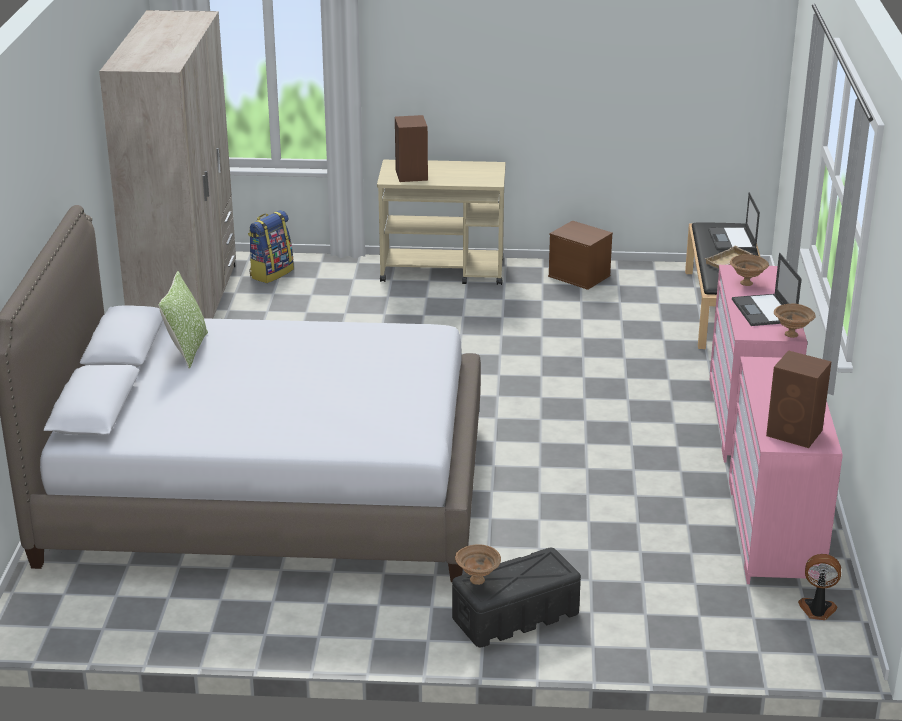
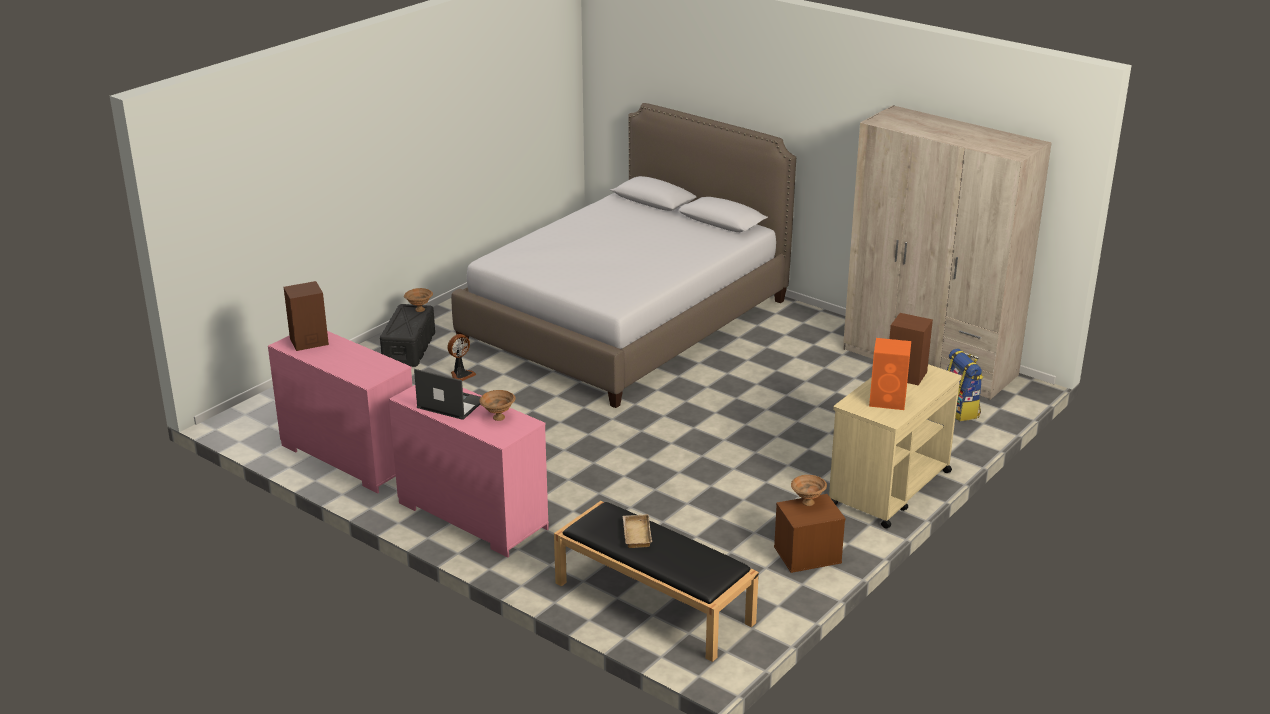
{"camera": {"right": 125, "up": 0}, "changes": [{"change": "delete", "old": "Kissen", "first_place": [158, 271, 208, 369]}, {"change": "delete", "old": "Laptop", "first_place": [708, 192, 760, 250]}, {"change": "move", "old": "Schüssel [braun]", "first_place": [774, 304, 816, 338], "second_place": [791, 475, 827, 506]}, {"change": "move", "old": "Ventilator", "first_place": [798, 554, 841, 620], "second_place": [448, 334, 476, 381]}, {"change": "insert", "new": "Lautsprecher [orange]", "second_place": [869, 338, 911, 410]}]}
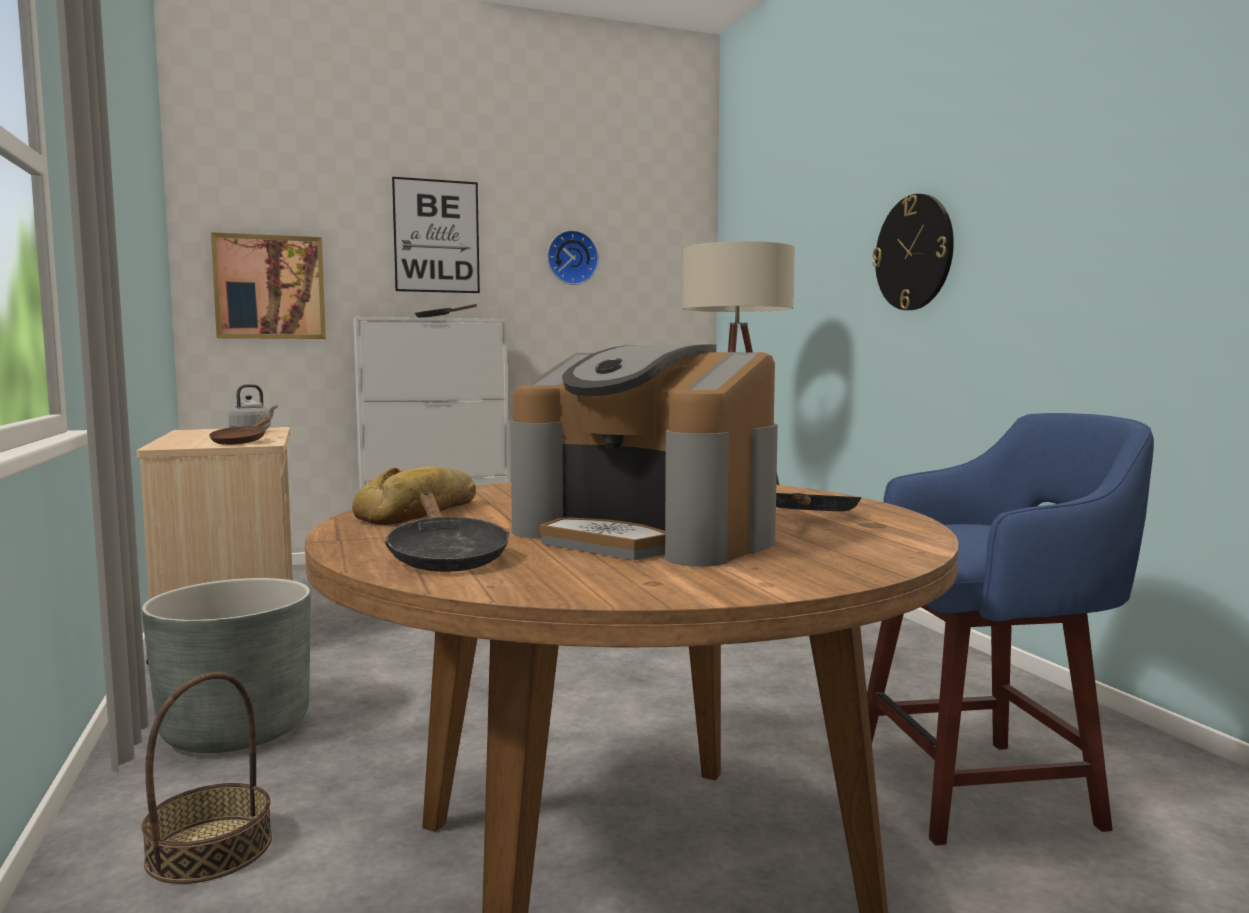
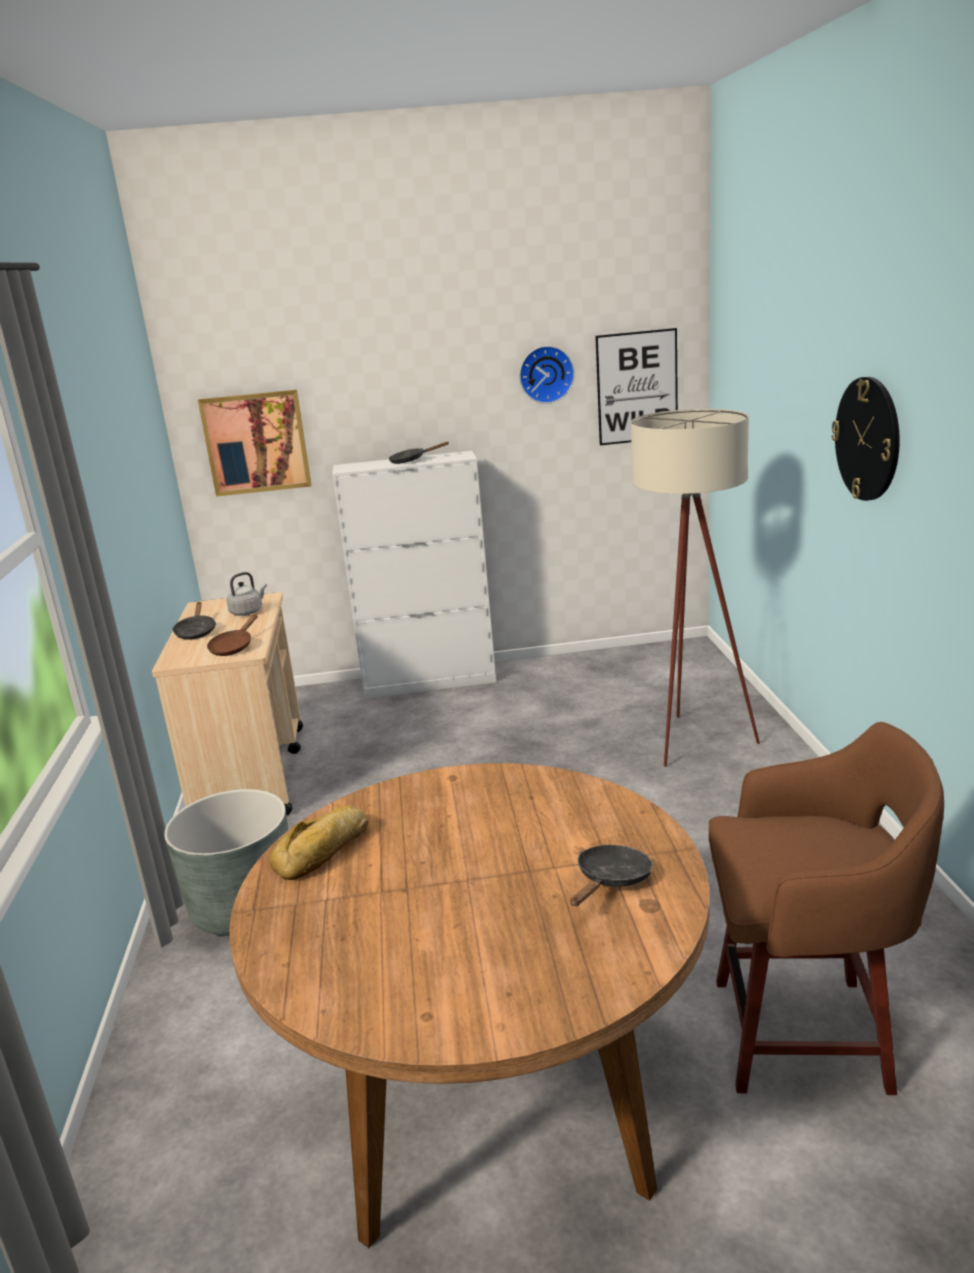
{"camera": {"right": 15, "up": 15}, "changes": [{"change": "delete", "old": "Korb", "first_place": [141, 672, 272, 884]}, {"change": "move", "old": "Pfanne [schwarz]", "first_place": [384, 492, 509, 572], "second_place": [172, 602, 216, 640]}, {"change": "move", "old": "Bild", "first_place": [392, 177, 480, 293], "second_place": [595, 328, 678, 445]}, {"change": "delete", "old": "Kaffeemaschine", "first_place": [510, 344, 778, 567]}, {"change": "recolor", "old": "Hocker [blau]", "new": "Hocker [braun]", "first_place": [867, 413, 1154, 845], "second_place": [709, 722, 944, 1095]}]}
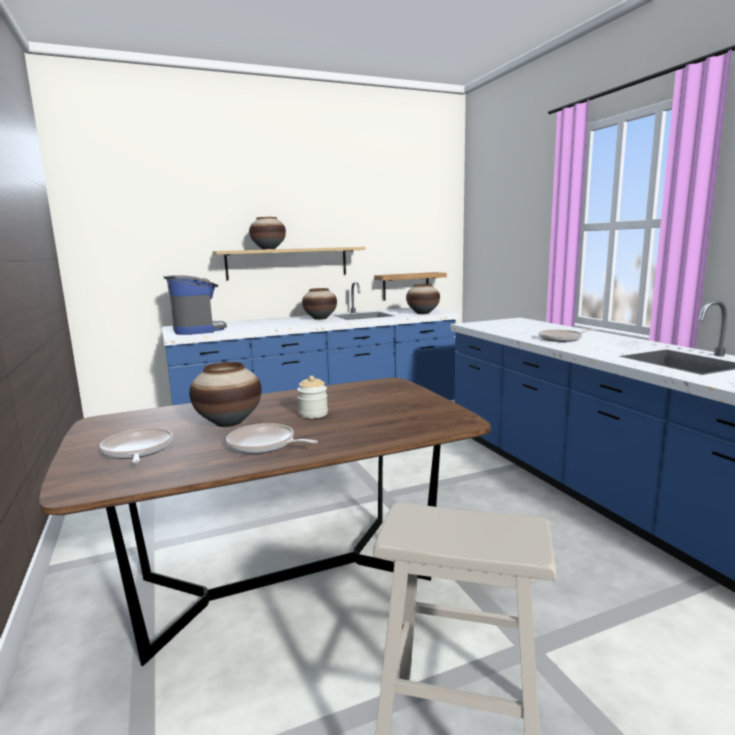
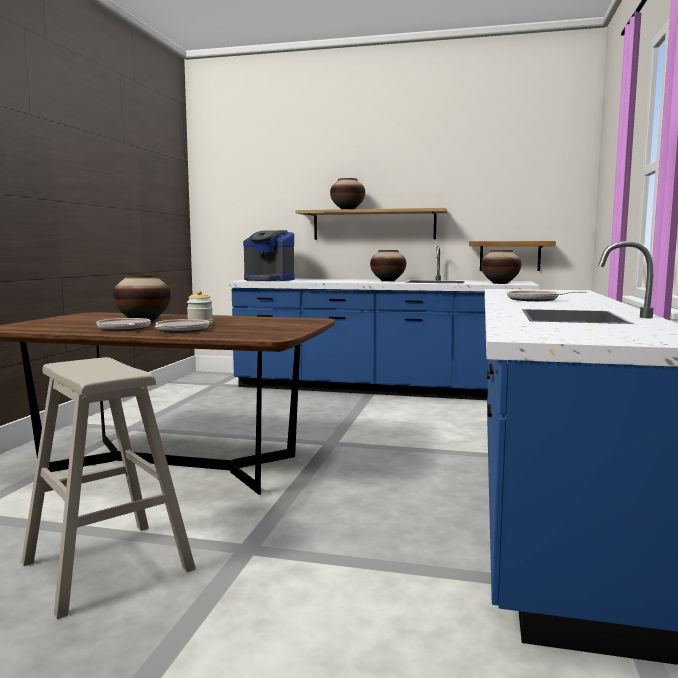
{"camera": {"right": 35, "up": -5}, "changes": [{"change": "move", "old": "Pfanne", "first_place": [100, 428, 173, 463], "second_place": [155, 319, 209, 333]}, {"change": "rotate", "old": "Kaffeemaschine", "first_place": [164, 275, 227, 335], "second_place": [243, 230, 295, 281], "degrees": 105}]}
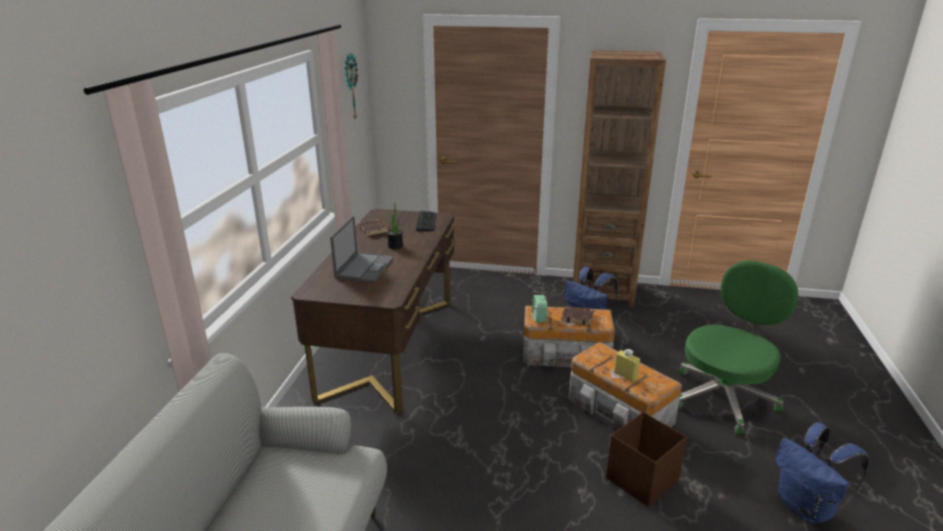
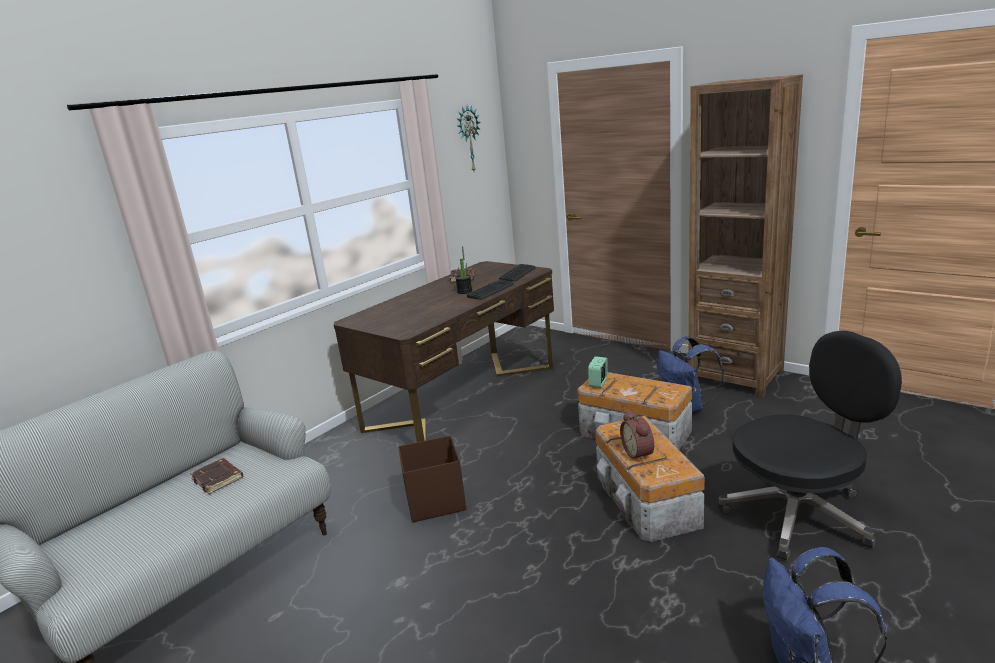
{"camera": {"right": 30, "up": -5}, "changes": [{"change": "delete", "old": "Laptop", "first_place": [330, 216, 394, 282]}, {"change": "move", "old": "Buch [braun]", "first_place": [561, 306, 594, 325], "second_place": [190, 458, 243, 494]}, {"change": "move", "old": "Aufbewahrungsbox [braun]", "first_place": [606, 412, 687, 507], "second_place": [398, 436, 466, 522]}, {"change": "replace", "old": "Flasche [gelb]", "new": "Wecker", "first_place": [614, 349, 640, 382], "second_place": [620, 410, 654, 462]}, {"change": "recolor", "old": "Bürostuhl [grün]", "new": "Bürostuhl [schwarz]", "first_place": [678, 260, 798, 434], "second_place": [718, 331, 902, 561]}, {"change": "insert", "new": "Tastatur", "second_place": [467, 279, 514, 300]}]}
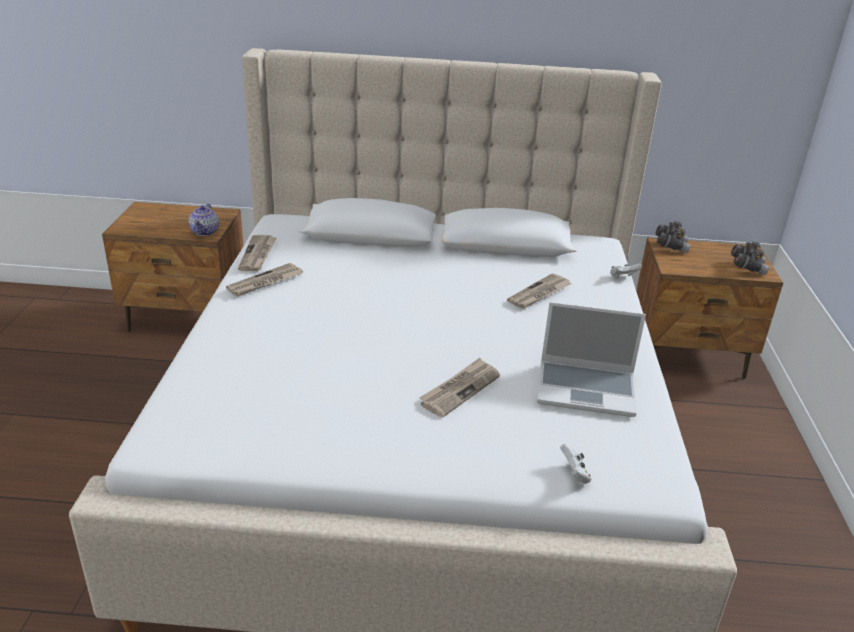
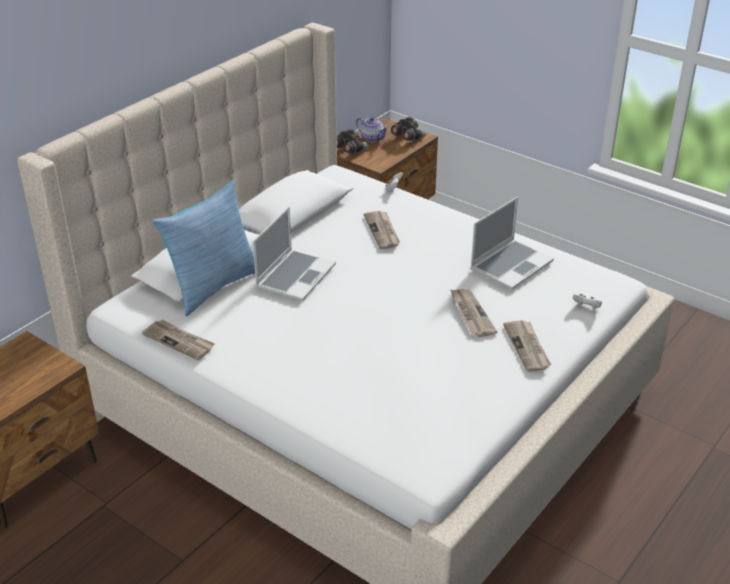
{"camera": {"right": -55, "up": 5}, "changes": [{"change": "move", "old": "Teekanne", "first_place": [189, 204, 219, 236], "second_place": [356, 117, 389, 142]}, {"change": "move", "old": "Zeitung", "first_place": [226, 263, 303, 296], "second_place": [503, 320, 551, 372]}, {"change": "insert", "new": "Kissen", "second_place": [152, 180, 255, 316]}, {"change": "insert", "new": "Laptop", "second_place": [253, 207, 336, 301]}]}
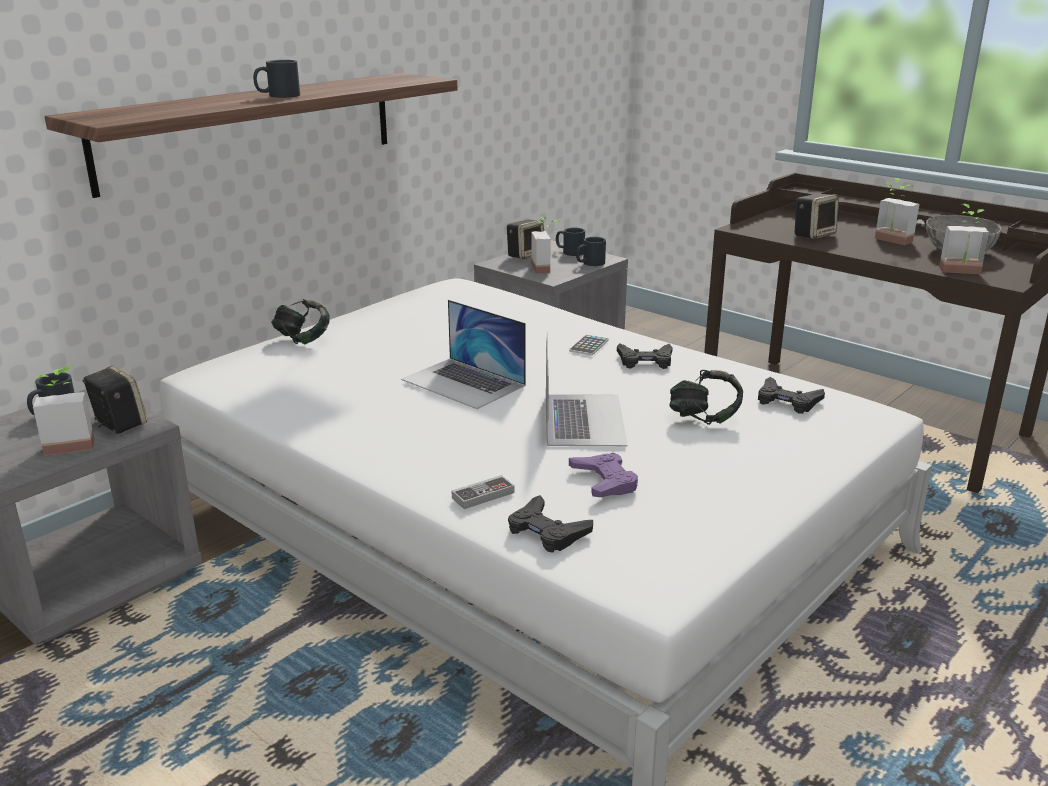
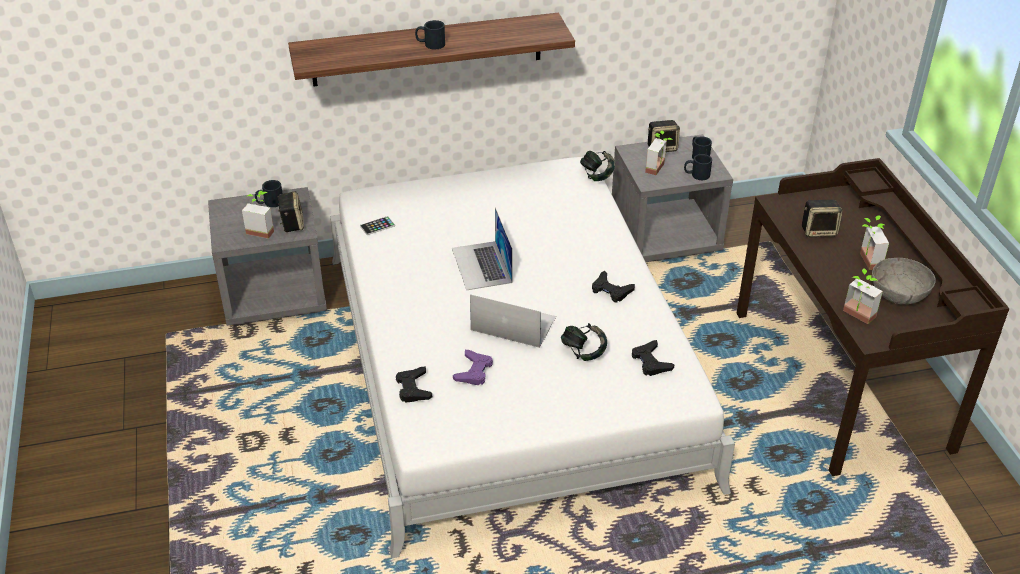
{"camera": {"right": 35, "up": 15}, "changes": [{"change": "move", "old": "Kopfhörer", "first_place": [271, 299, 330, 345], "second_place": [580, 151, 615, 181]}, {"change": "delete", "old": "Gamepad", "first_place": [452, 475, 514, 509]}, {"change": "rotate", "old": "Laptop", "first_place": [546, 332, 628, 446], "second_place": [470, 294, 556, 348], "degrees": -105}, {"change": "move", "old": "Handy", "first_place": [569, 335, 609, 356], "second_place": [360, 216, 395, 235]}]}
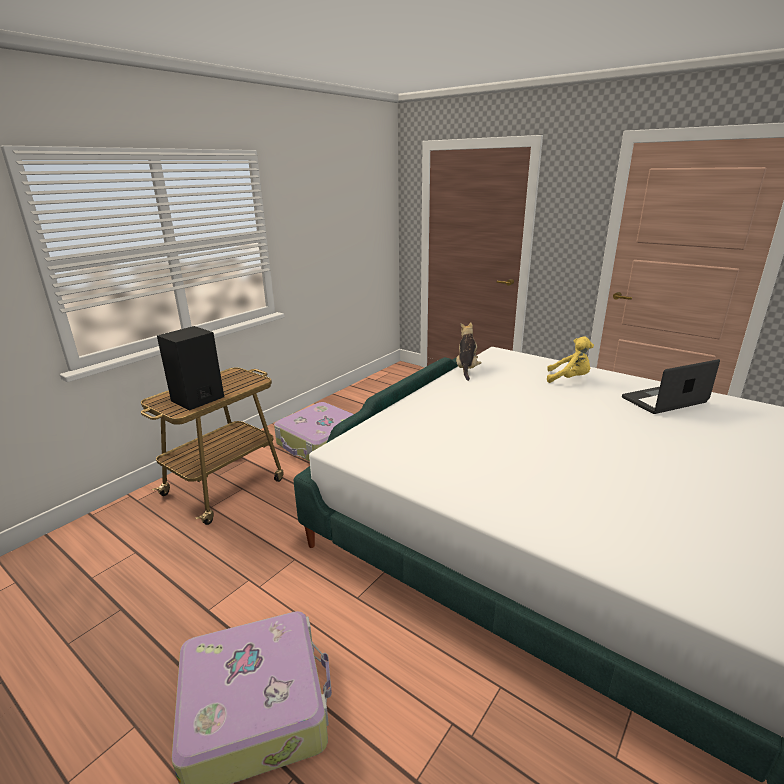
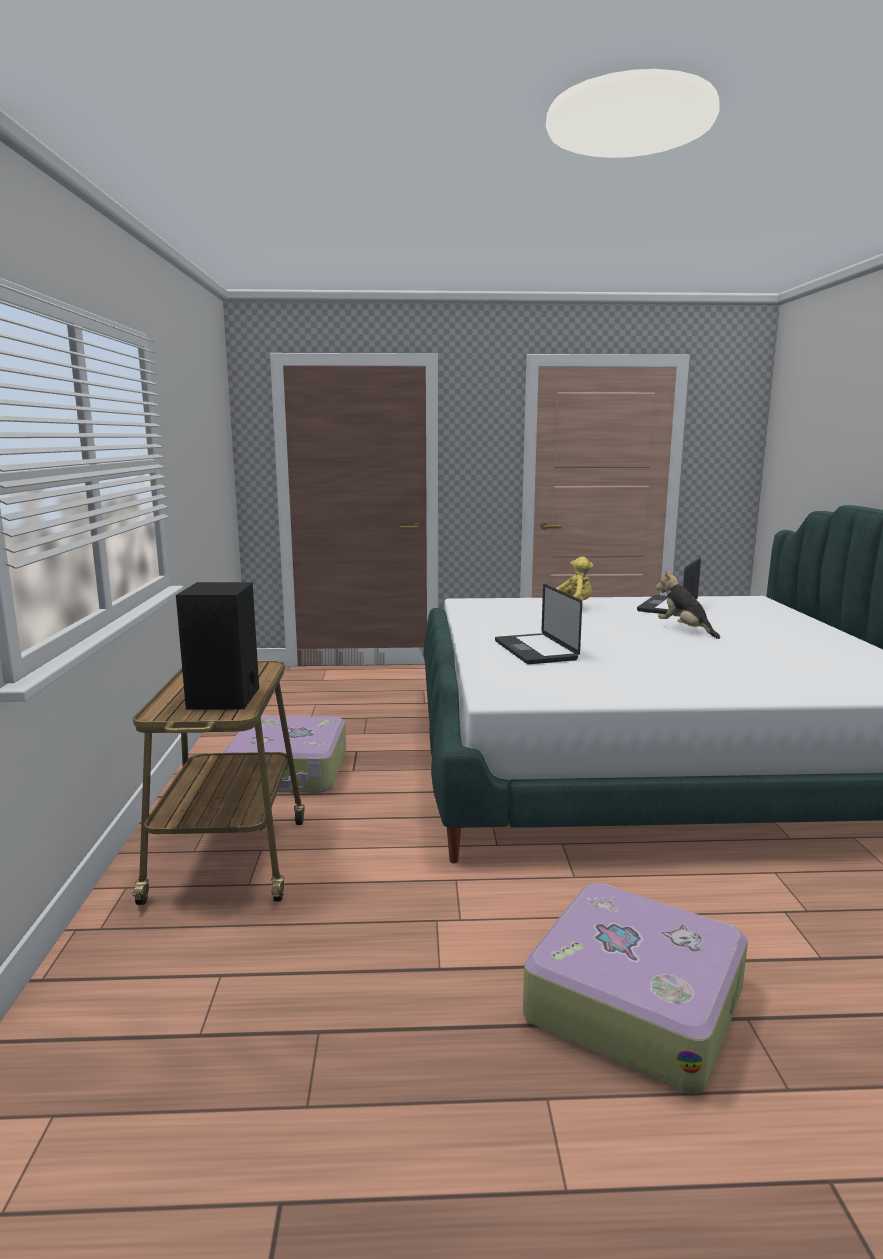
{"camera": {"right": -40, "up": -10}, "changes": [{"change": "move", "old": "Plüschtier", "first_place": [456, 322, 482, 381], "second_place": [655, 570, 720, 639]}, {"change": "insert", "new": "Laptop", "second_place": [495, 584, 582, 664]}]}
